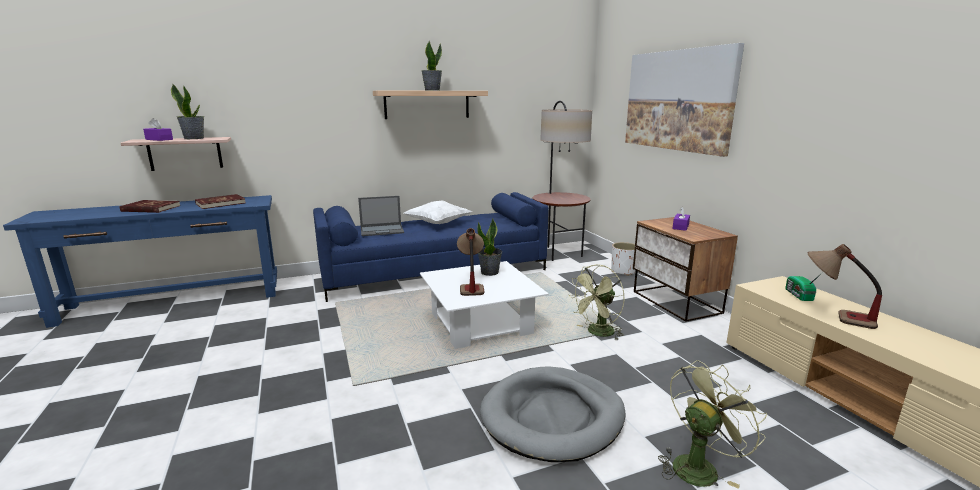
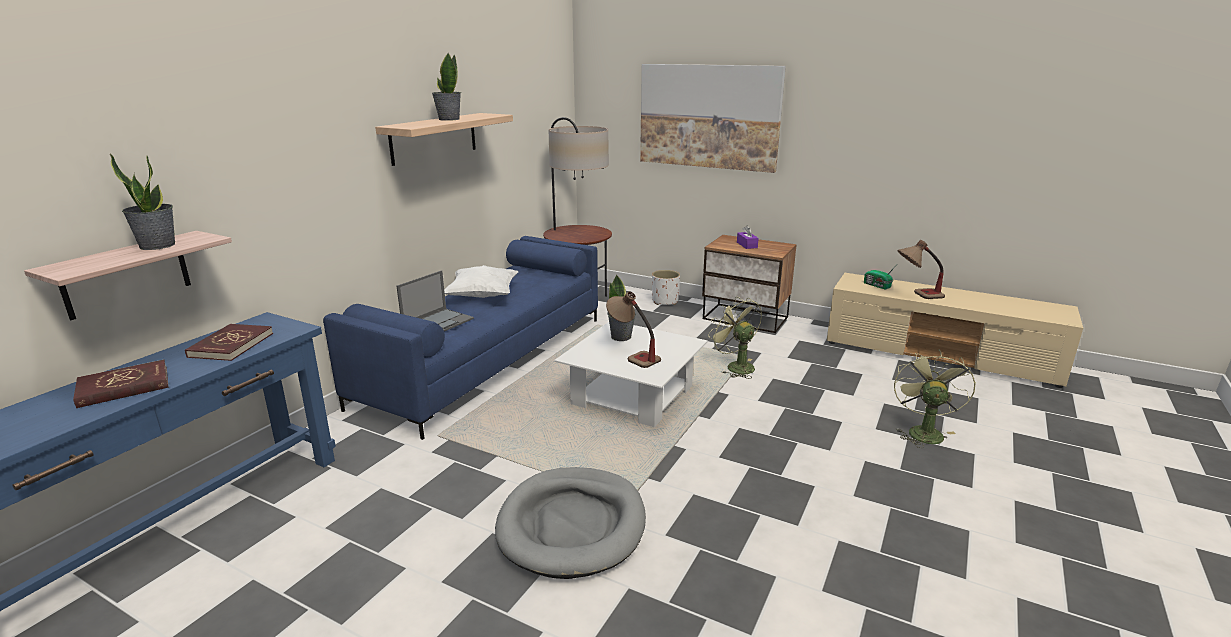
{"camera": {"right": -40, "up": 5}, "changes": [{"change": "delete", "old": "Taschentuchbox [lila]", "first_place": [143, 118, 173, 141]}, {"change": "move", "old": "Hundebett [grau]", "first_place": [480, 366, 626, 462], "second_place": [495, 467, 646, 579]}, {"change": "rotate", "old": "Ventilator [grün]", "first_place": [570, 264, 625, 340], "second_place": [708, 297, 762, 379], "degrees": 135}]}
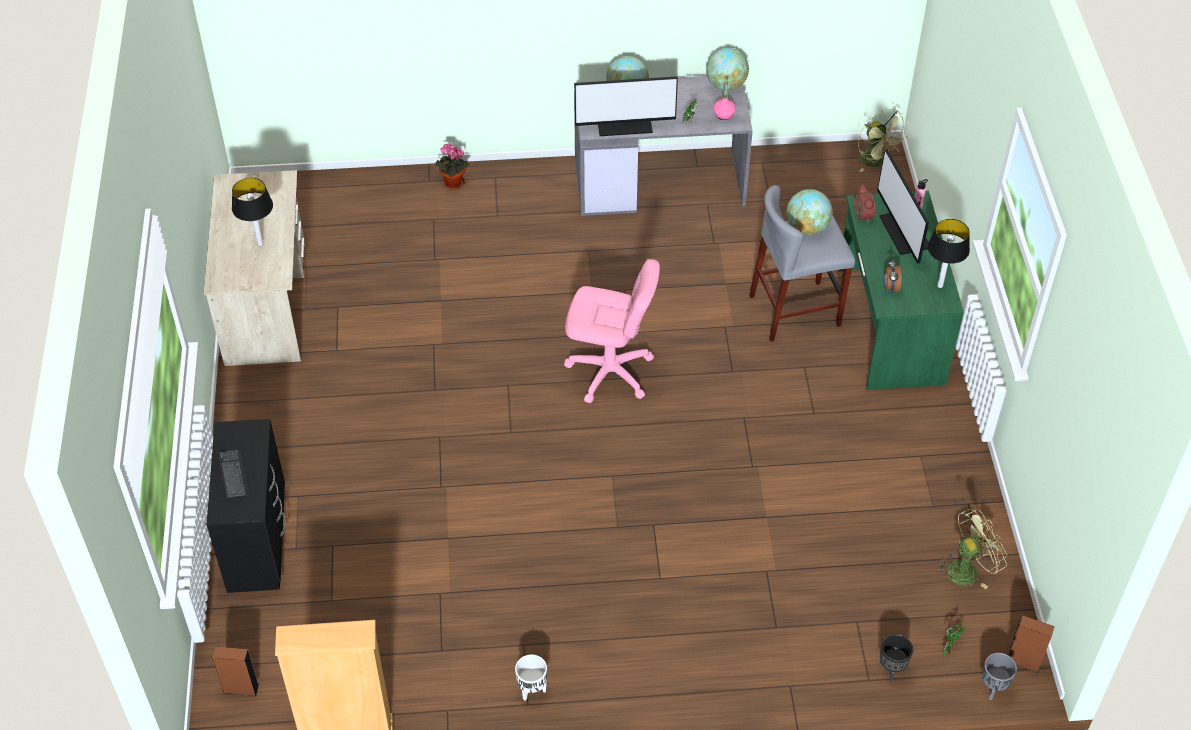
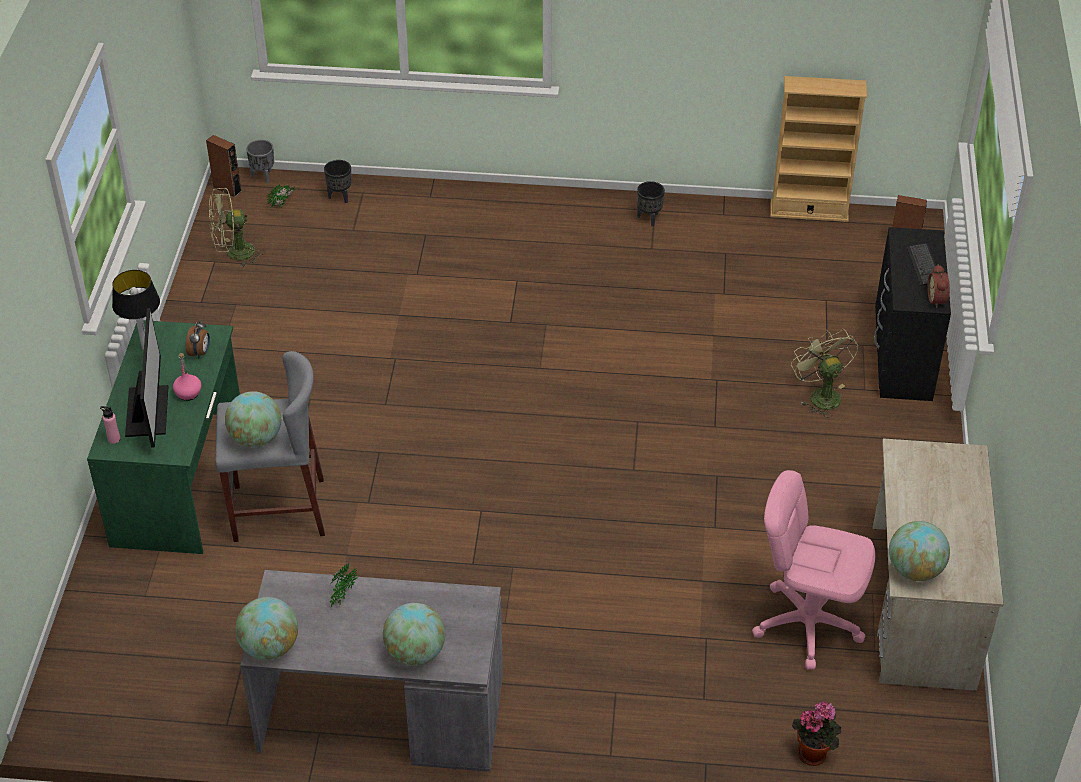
{"camera": {"right": -170, "up": -5}, "changes": [{"change": "delete", "old": "Tischlampe", "first_place": [232, 178, 273, 246]}, {"change": "move", "old": "Topfpflanze", "first_place": [435, 144, 469, 190], "second_place": [792, 701, 842, 766]}, {"change": "recolor", "old": "Pflanzkübel [weiß]", "new": "Pflanzkübel [schwarz]", "first_place": [515, 655, 547, 701], "second_place": [637, 181, 665, 226]}, {"change": "move", "old": "Bürostuhl [rosa]", "first_place": [564, 259, 660, 404], "second_place": [752, 470, 876, 670]}, {"change": "delete", "old": "Monitor", "first_place": [574, 76, 678, 136]}, {"change": "move", "old": "Flasche [rosa]", "first_place": [713, 81, 736, 120], "second_place": [173, 353, 201, 401]}, {"change": "move", "old": "Wecker", "first_place": [854, 185, 875, 223], "second_place": [927, 264, 950, 308]}, {"change": "move", "old": "Ventilator [grün]", "first_place": [858, 109, 909, 172], "second_place": [791, 329, 858, 418]}, {"change": "insert", "new": "Globus", "second_place": [889, 521, 950, 581]}]}
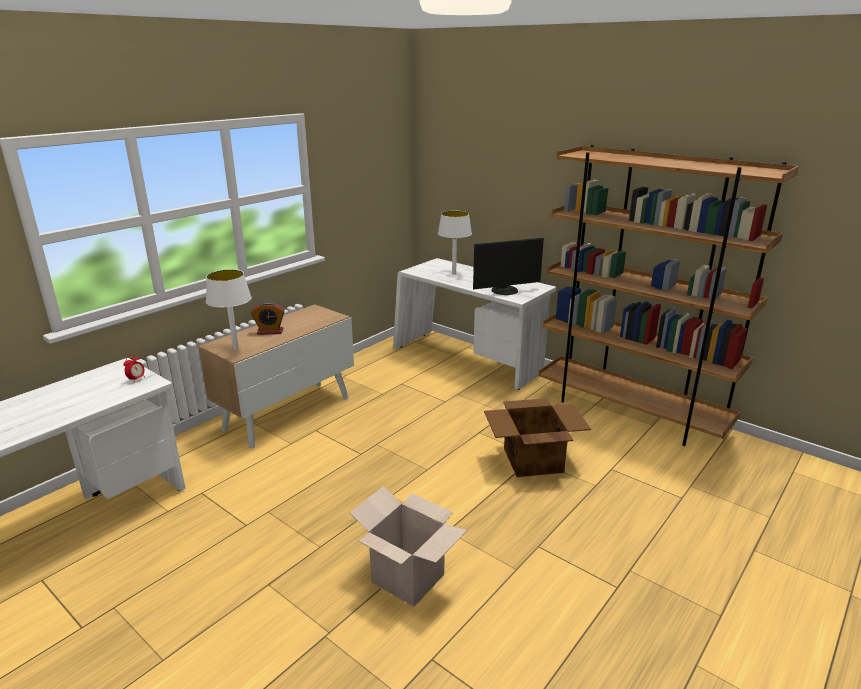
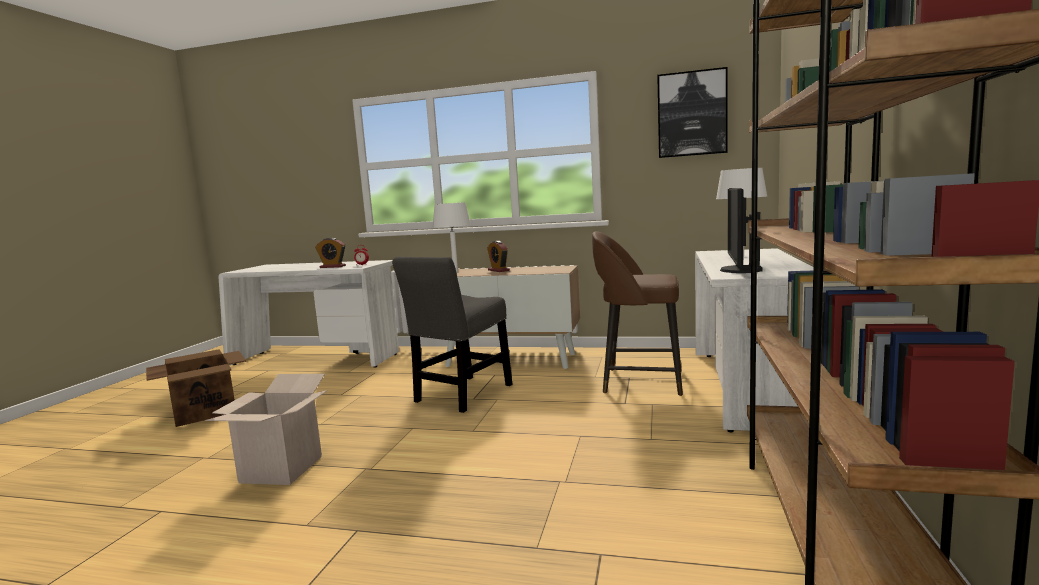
{"camera": {"right": 65, "up": -15}, "changes": [{"change": "rotate", "old": "Monitor", "first_place": [473, 238, 544, 295], "second_place": [720, 188, 763, 273], "degrees": 60}, {"change": "move", "old": "Karton", "first_place": [484, 398, 591, 477], "second_place": [146, 349, 246, 427]}, {"change": "insert", "new": "Wecker", "second_place": [315, 238, 346, 268]}, {"change": "insert", "new": "Stuhl [grau]", "second_place": [392, 257, 512, 413]}, {"change": "insert", "new": "Hocker [braun]", "second_place": [592, 231, 683, 396]}, {"change": "insert", "new": "Bild", "second_place": [657, 67, 728, 158]}]}
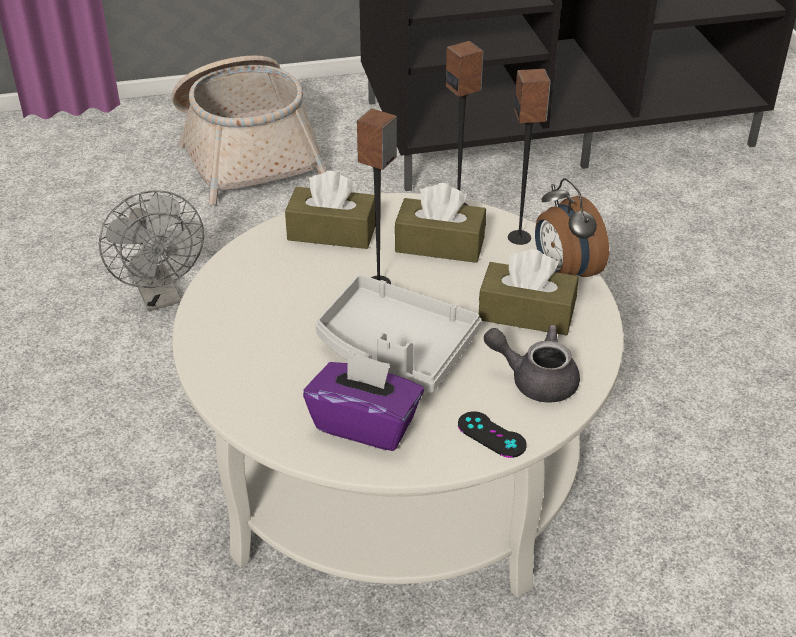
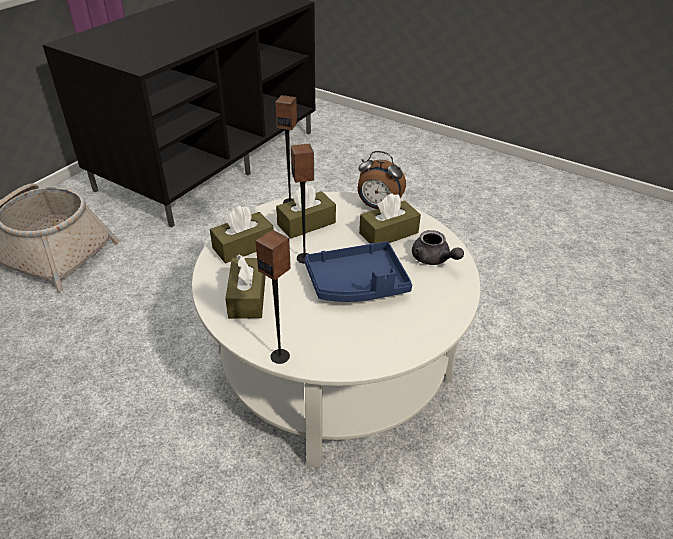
{"camera": {"right": -45, "up": 0}, "changes": [{"change": "delete", "old": "Ventilator [grau]", "first_place": [99, 190, 204, 311]}, {"change": "delete", "old": "Taschentuchbox [lila]", "first_place": [303, 351, 424, 451]}, {"change": "recolor", "old": "Tablett [grau]", "new": "Tablett [blau]", "first_place": [316, 275, 481, 393], "second_place": [305, 241, 412, 302]}, {"change": "delete", "old": "Gamepad [schwarz]", "first_place": [458, 411, 527, 458]}, {"change": "rotate", "old": "Teekanne [grau]", "first_place": [484, 325, 580, 403], "second_place": [412, 230, 464, 265], "degrees": -105}, {"change": "move", "old": "Lautsprecher", "first_place": [508, 69, 551, 245], "second_place": [256, 230, 291, 364]}, {"change": "insert", "new": "Taschentuchbox [braun]", "second_place": [225, 255, 265, 319]}]}
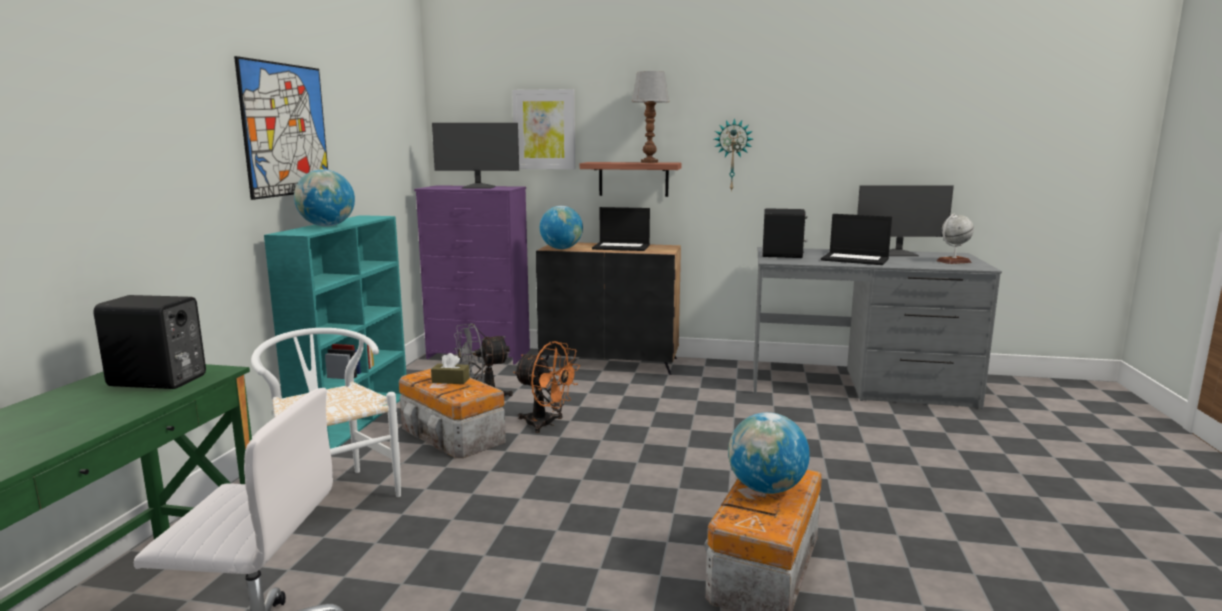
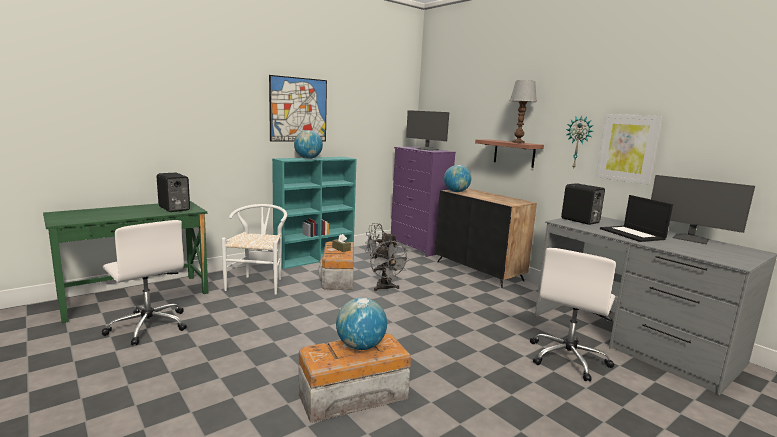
{"camera": {"right": 40, "up": 0}, "changes": [{"change": "move", "old": "Bild", "first_place": [512, 89, 575, 169], "second_place": [596, 114, 663, 185]}, {"change": "recolor", "old": "Ventilator [orange]", "new": "Ventilator [grau]", "first_place": [513, 341, 580, 433], "second_place": [370, 241, 410, 291]}, {"change": "delete", "old": "Laptop", "first_place": [592, 207, 650, 251]}, {"change": "delete", "old": "Globus", "first_place": [936, 213, 974, 264]}, {"change": "insert", "new": "Bürostuhl [weiß]", "second_place": [530, 248, 616, 381]}]}
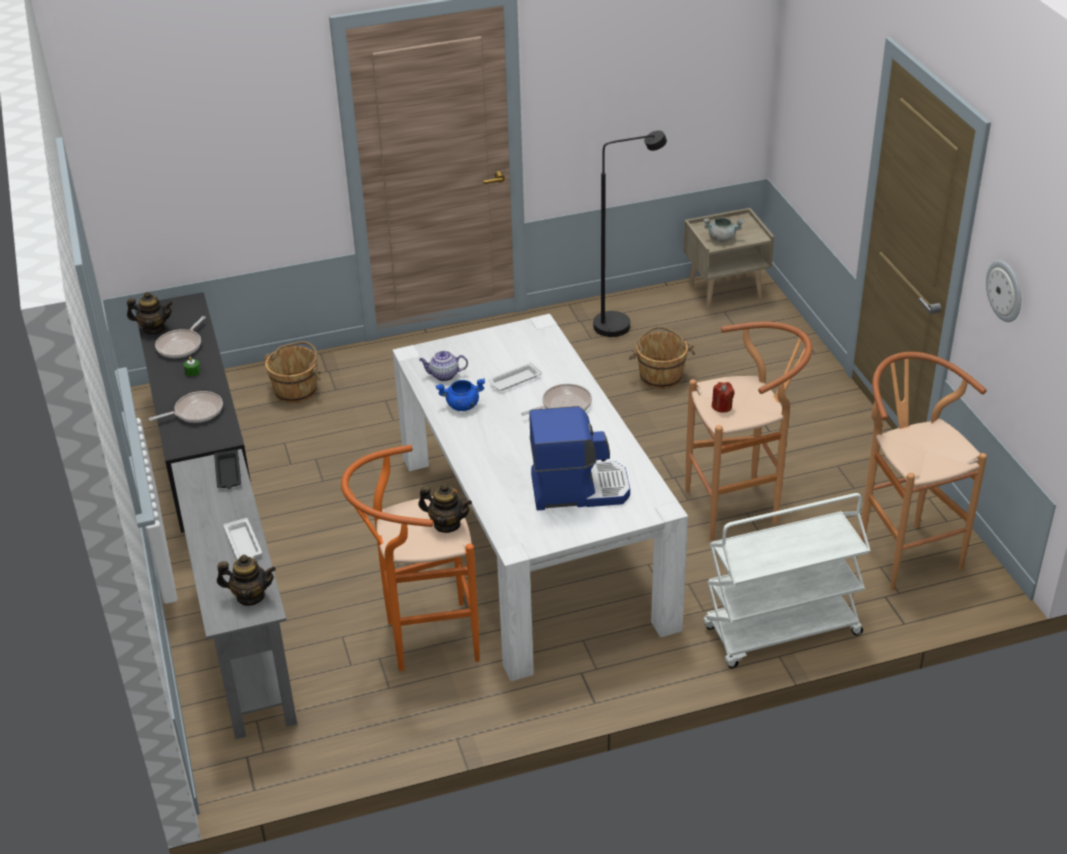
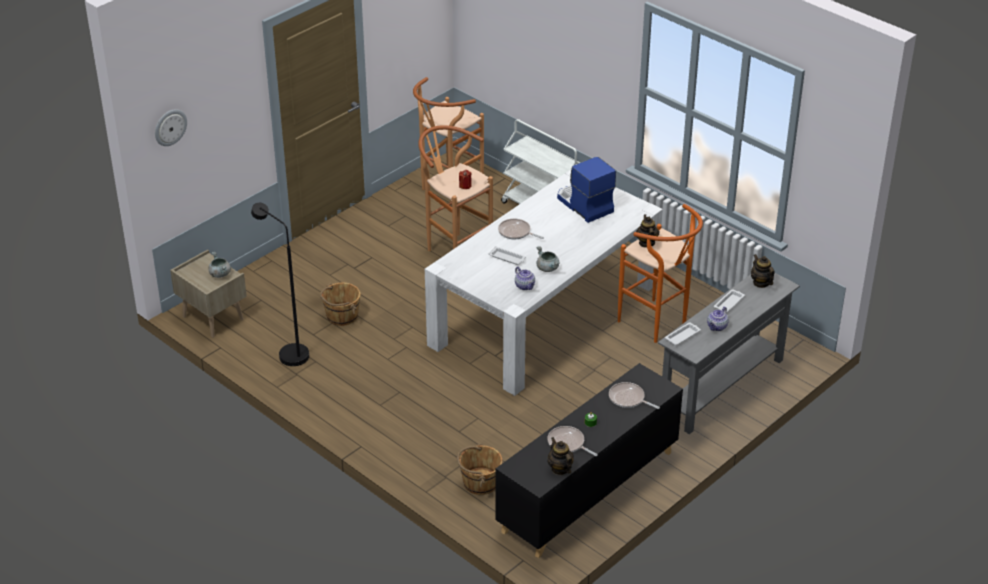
{"camera": {"right": -120, "up": 0}, "changes": [{"change": "rotate", "old": "Pfanne", "first_place": [155, 316, 206, 358], "second_place": [547, 426, 598, 456], "degrees": -135}, {"change": "recolor", "old": "Tablett [schwarz]", "new": "Tablett [weiß]", "first_place": [214, 450, 241, 489], "second_place": [665, 322, 701, 345]}, {"change": "recolor", "old": "Kochtopf [blau]", "new": "Kochtopf [grau]", "first_place": [436, 378, 485, 411], "second_place": [536, 246, 560, 272]}, {"change": "move", "old": "Wanduhr", "first_place": [986, 260, 1021, 322], "second_place": [155, 109, 187, 146]}, {"change": "insert", "new": "Teekanne", "second_place": [707, 307, 729, 331]}]}
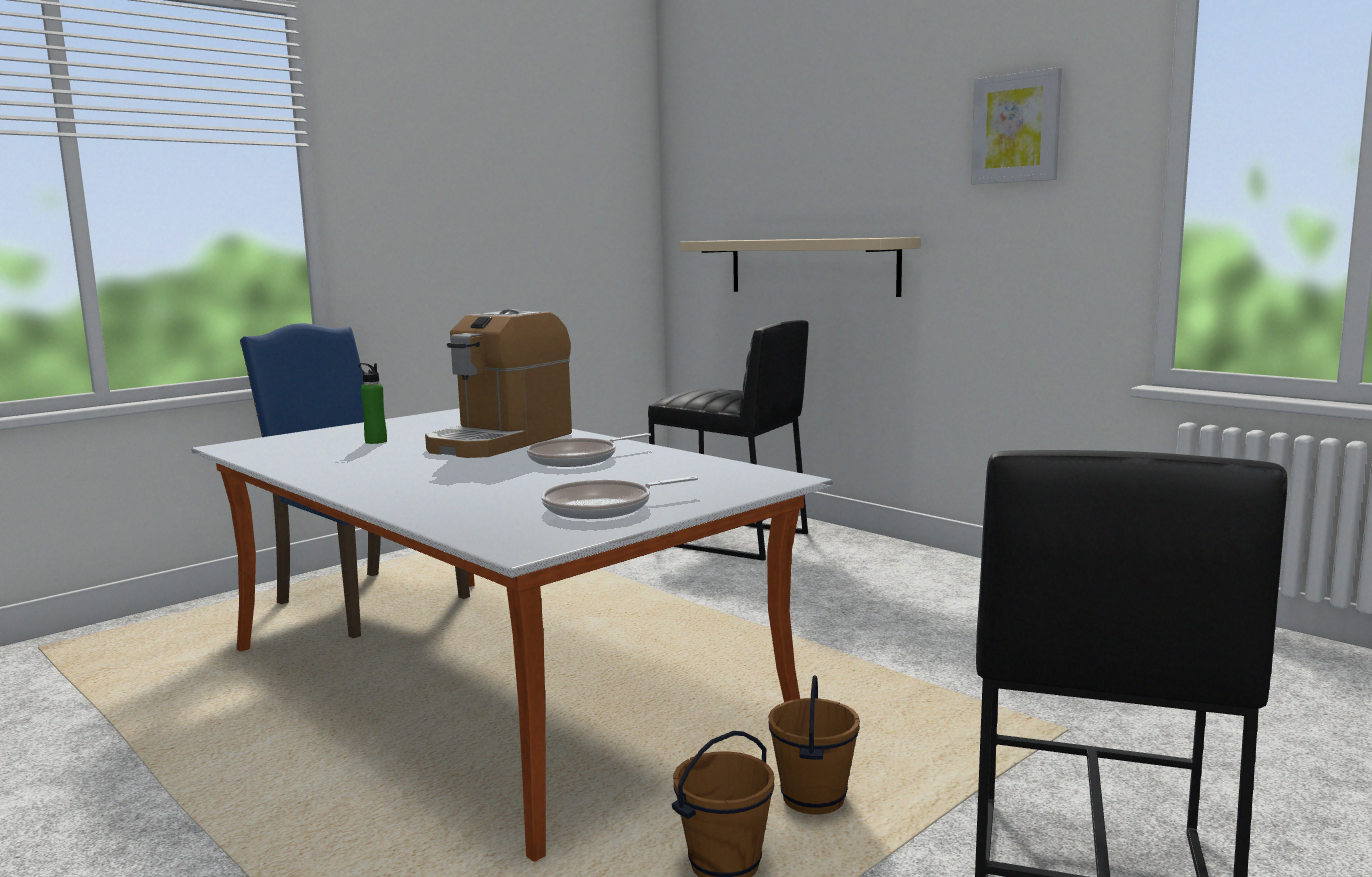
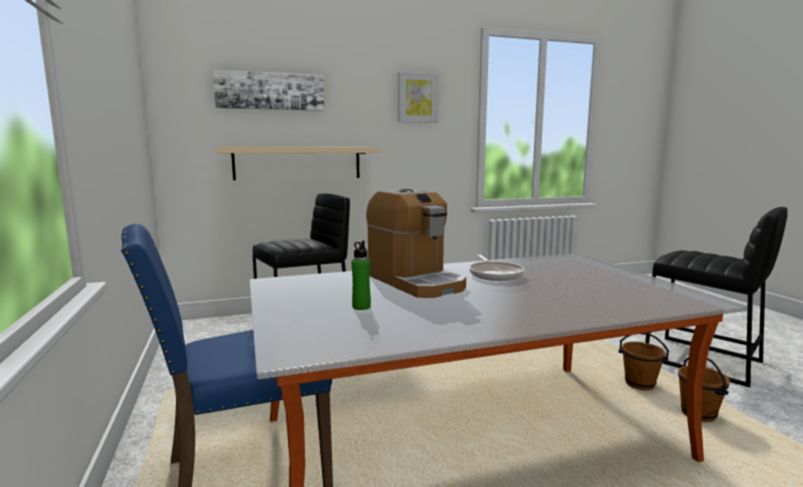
{"camera": {"right": -65, "up": 0}, "changes": [{"change": "delete", "old": "Pfanne", "first_place": [541, 476, 698, 519]}, {"change": "insert", "new": "Bild", "second_place": [213, 70, 324, 111]}]}
